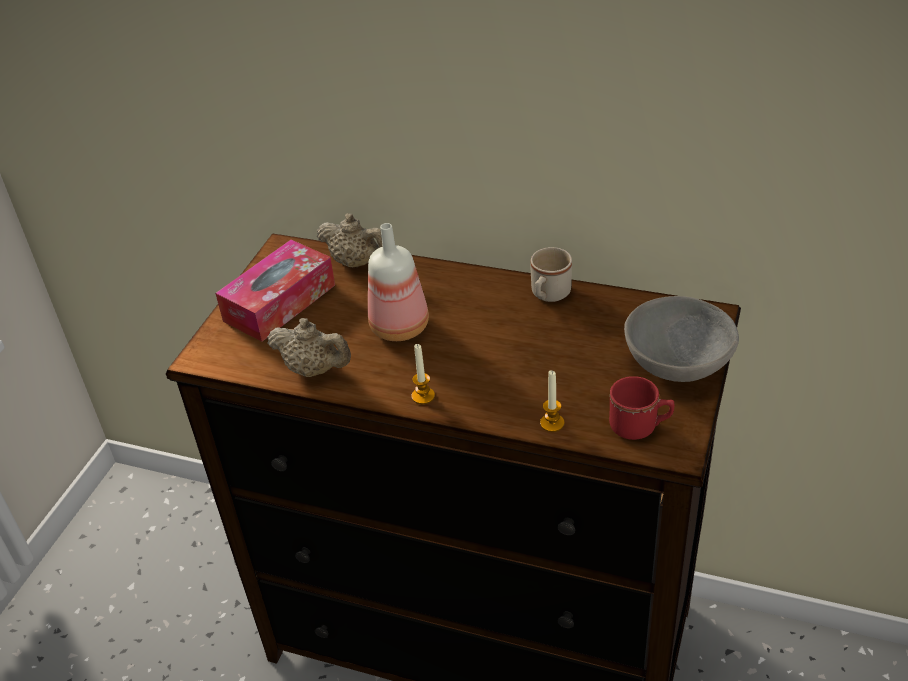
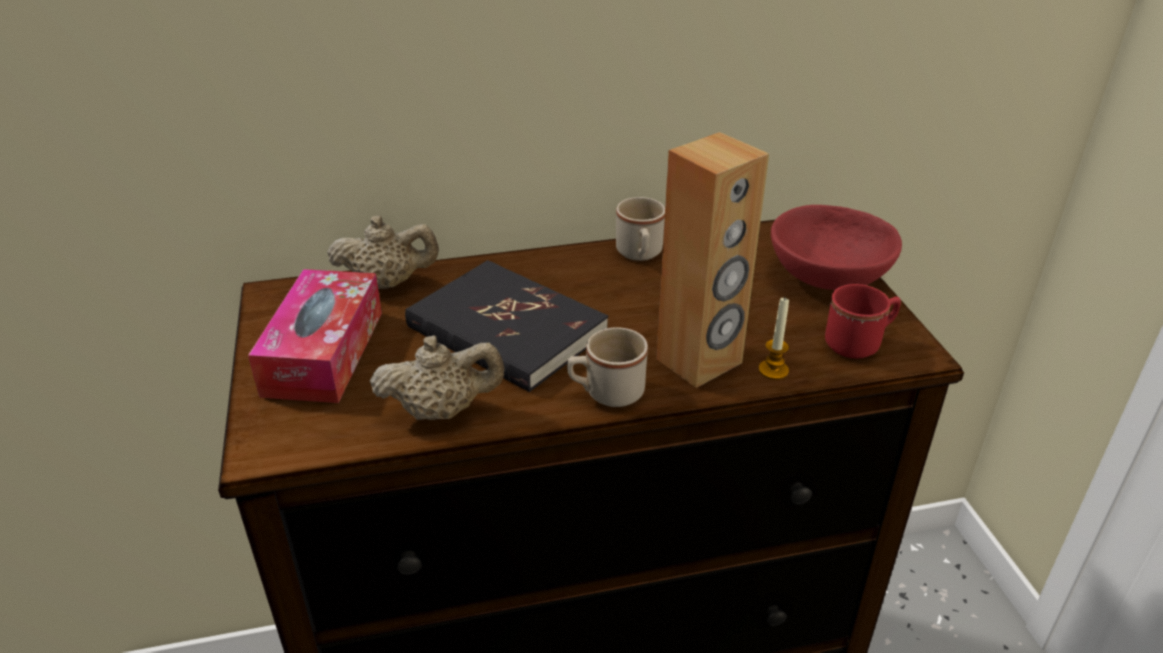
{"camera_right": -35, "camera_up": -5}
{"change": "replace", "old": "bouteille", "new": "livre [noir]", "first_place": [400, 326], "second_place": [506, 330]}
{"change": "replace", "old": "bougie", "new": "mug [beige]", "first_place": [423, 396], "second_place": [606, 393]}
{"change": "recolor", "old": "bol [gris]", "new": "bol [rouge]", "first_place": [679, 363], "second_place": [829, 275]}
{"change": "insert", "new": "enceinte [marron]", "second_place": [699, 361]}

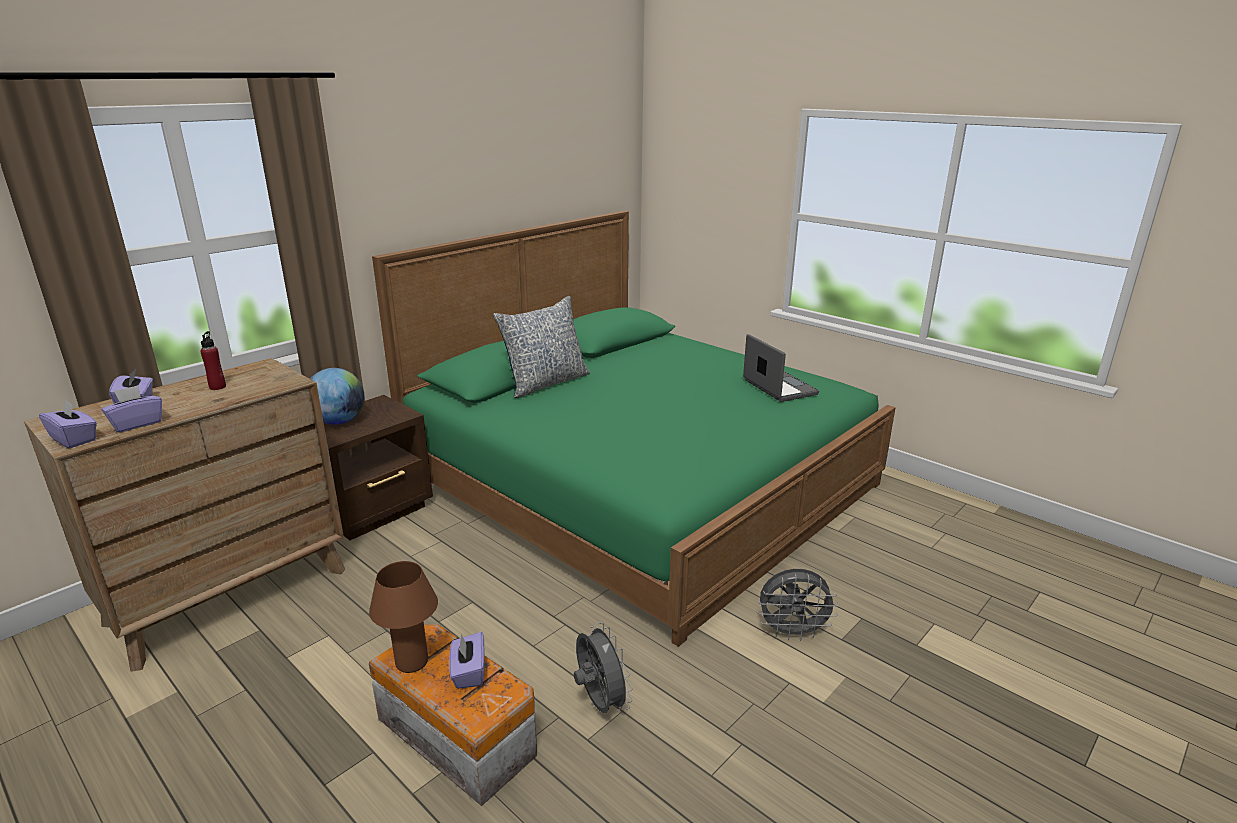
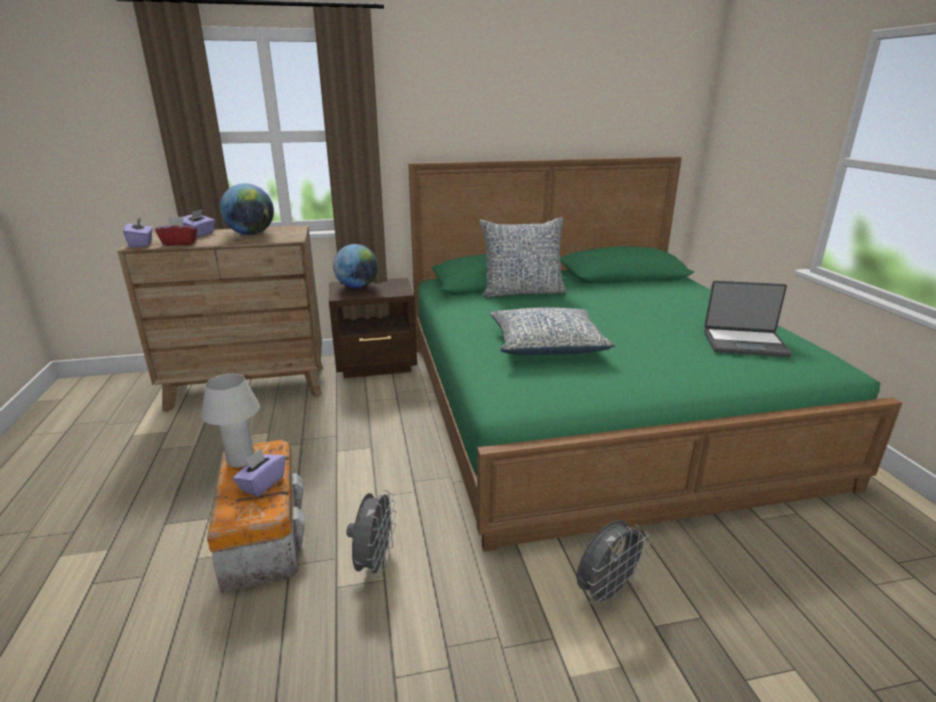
{"camera_right": 35, "camera_up": 0}
{"change": "recolor", "old": "boîte à mouchoirs [violet]", "new": "boîte à mouchoirs [rouge]", "first_place": [137, 424], "second_place": [180, 243]}
{"change": "replace", "old": "bouteille [rouge]", "new": "globe", "first_place": [217, 387], "second_place": [251, 234]}
{"change": "recolor", "old": "lampe de table [marron]", "new": "lampe de table [blanc]", "first_place": [412, 662], "second_place": [241, 460]}
{"change": "rotate", "old": "ordinateur portable", "first_place": [778, 387], "second_place": [744, 343], "degrees": 90}
{"change": "rotate", "old": "ventilateur [gris]", "first_place": [792, 632], "second_place": [605, 593], "degrees": -75}
{"change": "insert", "new": "coussin", "second_place": [547, 345]}

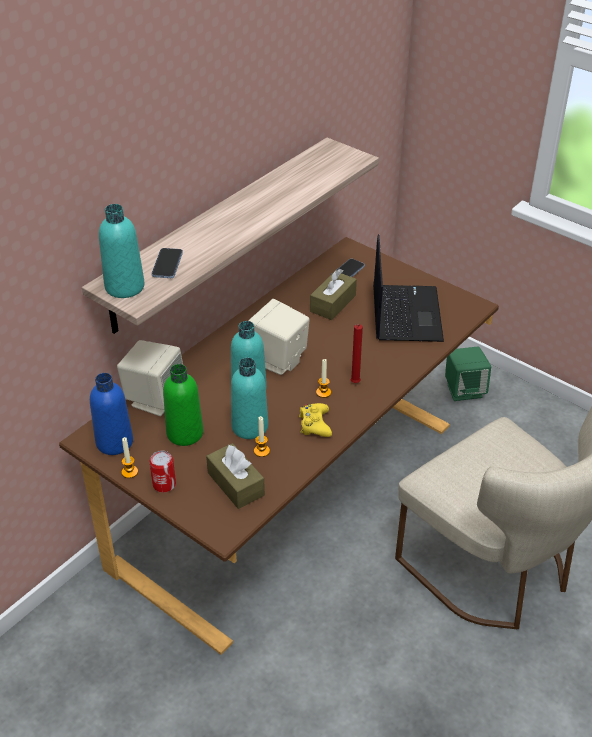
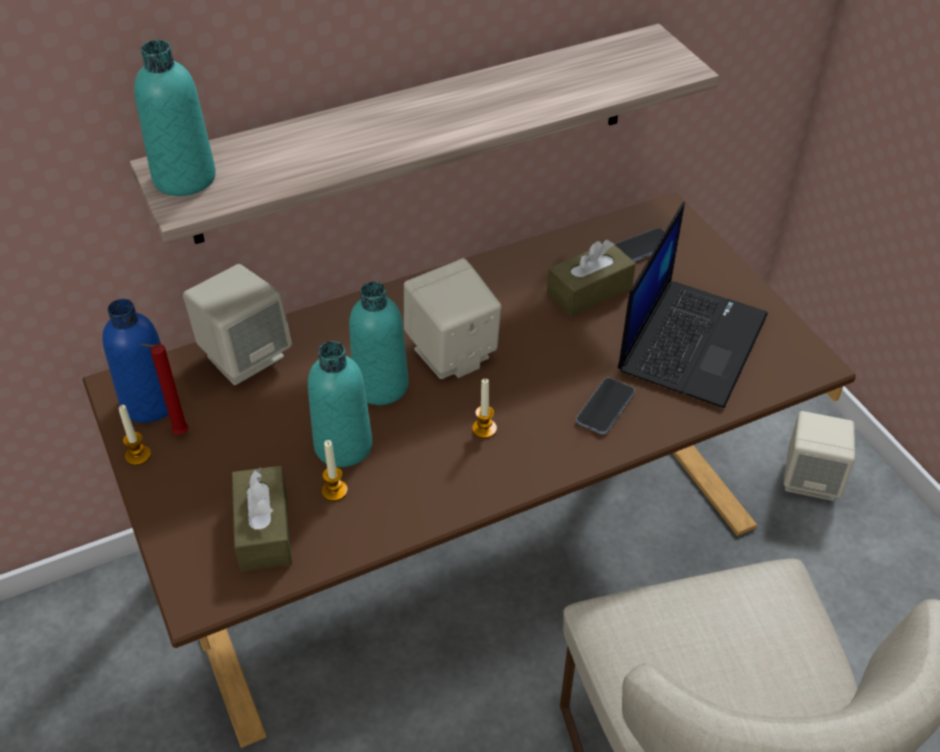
{"camera_right": 25, "camera_up": 5}
{"change": "delete", "old": "boîte métallique", "first_place": [164, 484]}
{"change": "move", "old": "téléphone", "first_place": [167, 264], "second_place": [605, 407]}
{"change": "delete", "old": "bouteille [vert]", "first_place": [185, 433]}
{"change": "delete", "old": "manette [jaune]", "first_place": [315, 424]}
{"change": "move", "old": "bougie [rouge]", "first_place": [354, 383], "second_place": [178, 434]}
{"change": "recolor", "old": "enceinte [vert]", "new": "enceinte [beige]", "first_place": [464, 390], "second_place": [811, 479]}

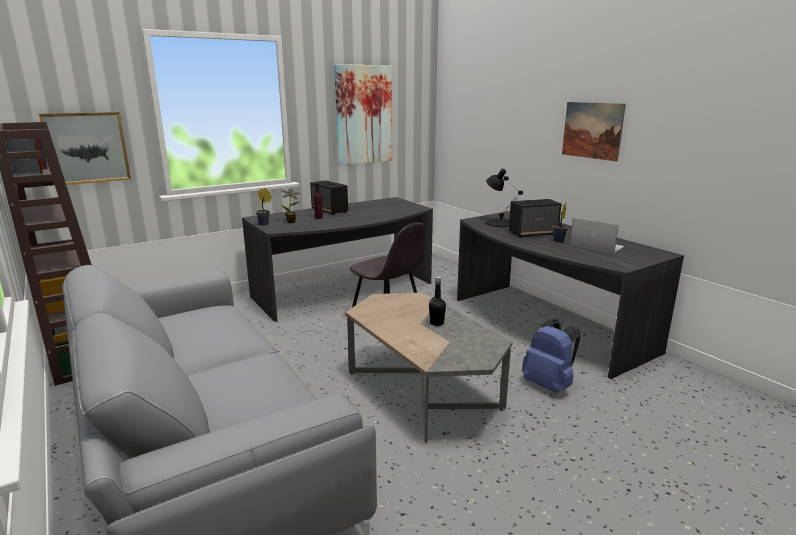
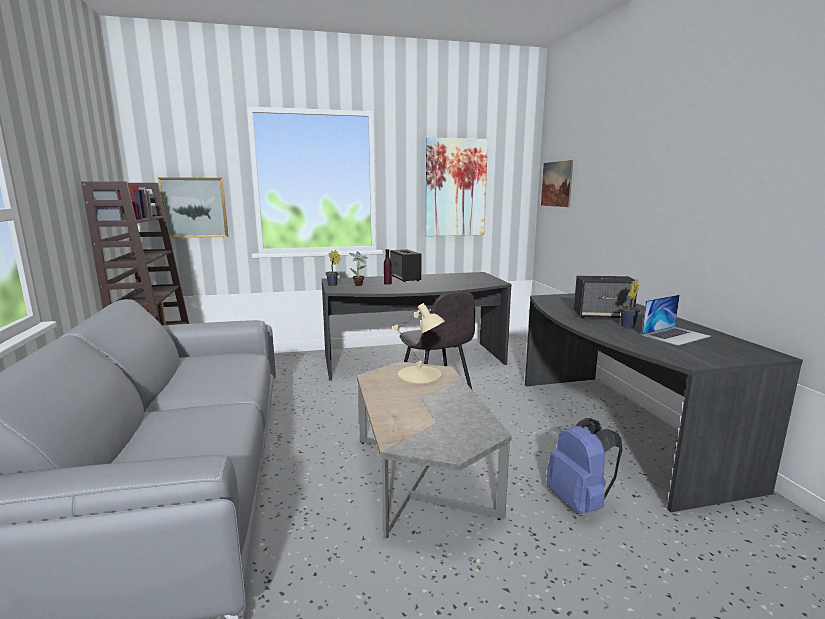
{"camera_right": 20, "camera_up": -5}
{"change": "delete", "old": "bouteille [noir]", "first_place": [436, 323]}
{"change": "delete", "old": "lampe de table [noir]", "first_place": [500, 223]}
{"change": "move", "old": "tableau", "first_place": [592, 130], "second_place": [556, 184]}
{"change": "rotate", "old": "ordinateur portable", "first_place": [596, 245], "second_place": [675, 335], "degrees": 90}
{"change": "insert", "new": "lampe de table [beige]", "second_place": [420, 375]}

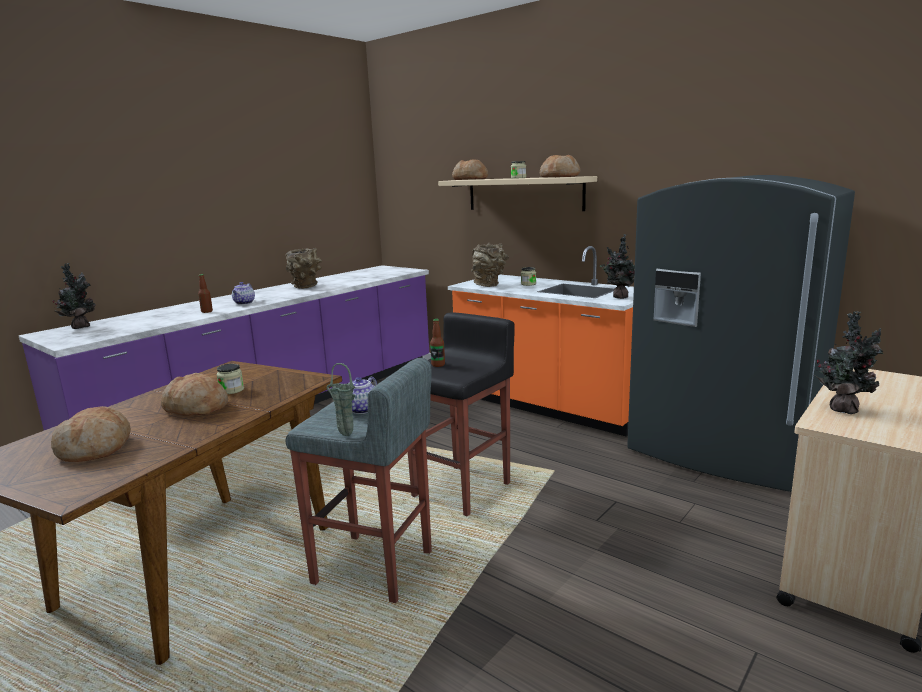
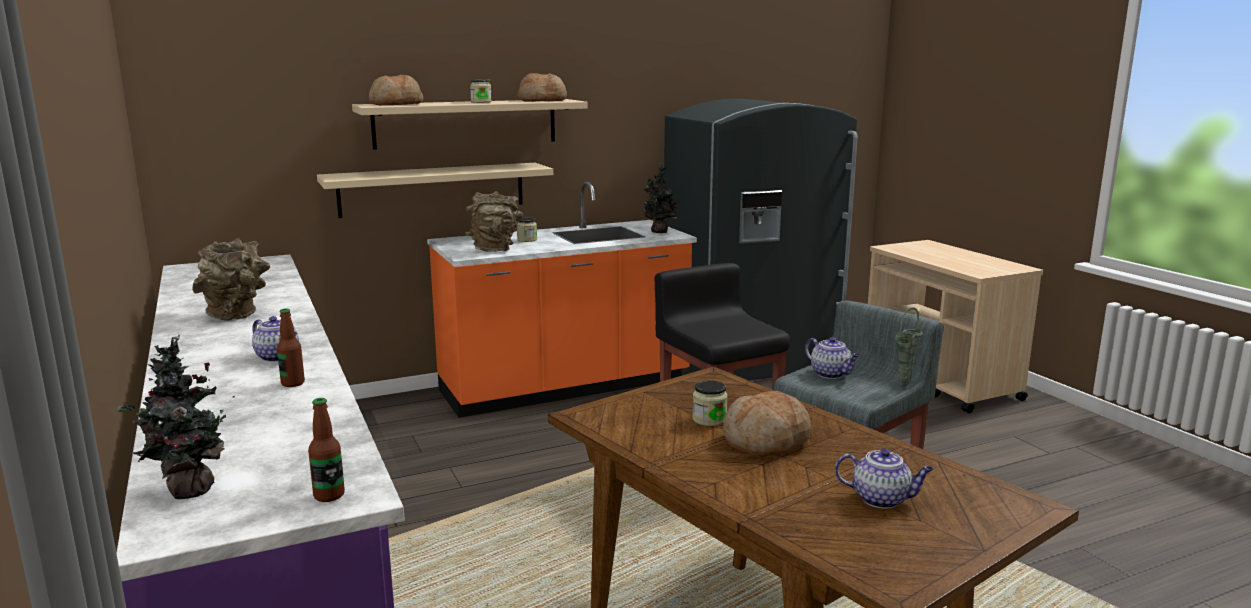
{"camera_right": -65, "camera_up": 0}
{"change": "replace", "old": "pain", "new": "théière", "first_place": [96, 448], "second_place": [882, 499]}
{"change": "move", "old": "bouteille", "first_place": [438, 365], "second_place": [329, 495]}
{"change": "delete", "old": "plante en pot", "first_place": [843, 409]}
{"change": "insert", "new": "étagère [beige]", "second_place": [432, 189]}

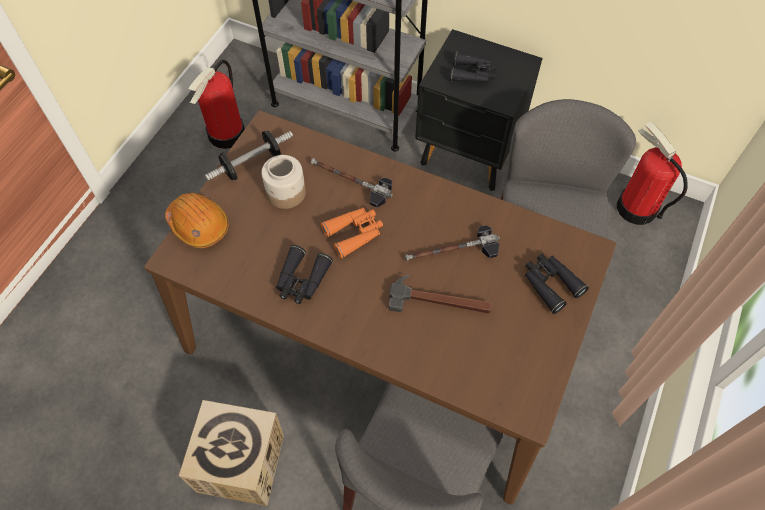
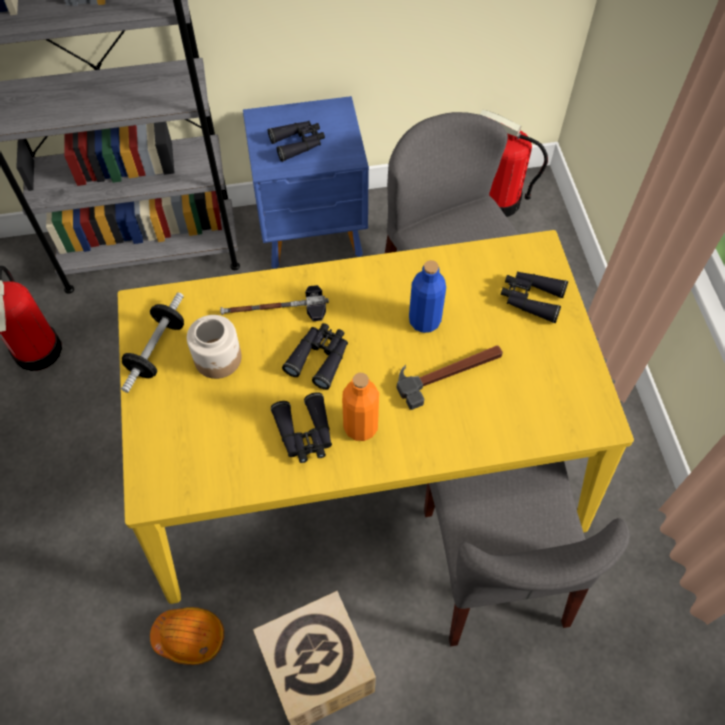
{"camera_right": -35, "camera_up": 0}
{"change": "recolor", "old": "table à manger [marron]", "new": "table à manger [jaune]", "first_place": [382, 337], "second_place": [362, 458]}
{"change": "move", "old": "casque de chantier [orange]", "first_place": [199, 225], "second_place": [189, 637]}
{"change": "recolor", "old": "jumelles [orange]", "new": "jumelles [noir]", "first_place": [354, 233], "second_place": [320, 358]}
{"change": "replace", "old": "marteau", "new": "bouteille [bleu]", "first_place": [452, 252], "second_place": [424, 321]}
{"change": "recolor", "old": "table de chevet [noir]", "new": "table de chevet [bleu]", "first_place": [469, 154], "second_place": [313, 233]}
{"change": "insert", "new": "bouteille [orange]", "second_place": [360, 427]}

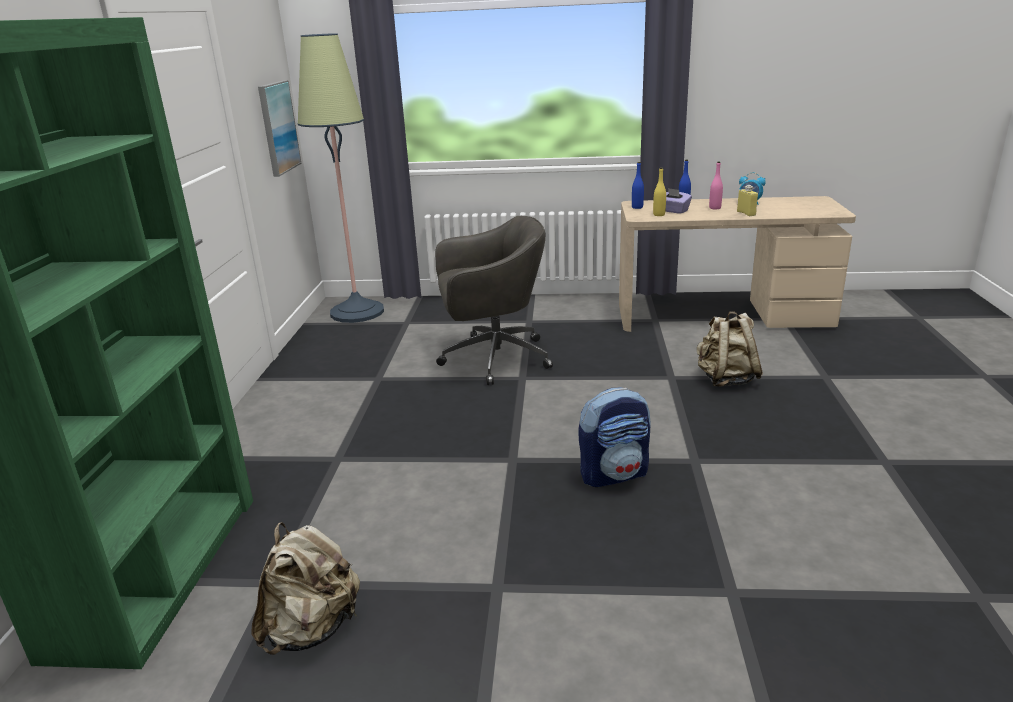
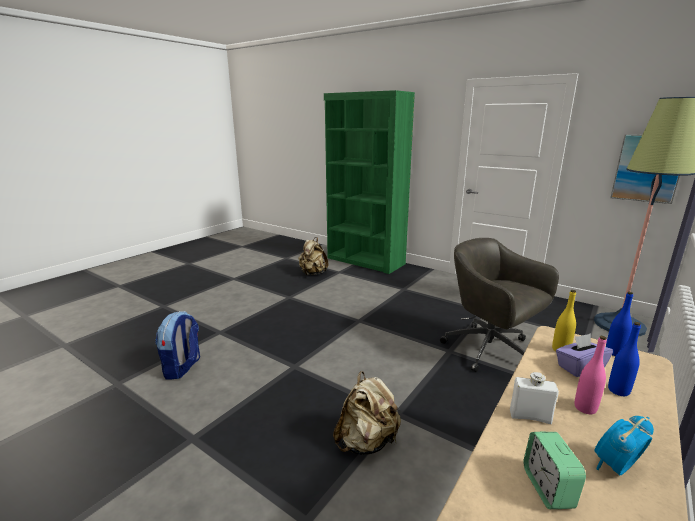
{"camera_right": 120, "camera_up": -5}
{"change": "rotate", "old": "chaise de bureau [gris]", "first_place": [492, 359], "second_place": [491, 350], "degrees": 120}
{"change": "move", "old": "sac à dos", "first_place": [614, 474], "second_place": [183, 368]}
{"change": "recolor", "old": "bouteille [jaune]", "new": "bouteille [blanc]", "first_place": [746, 213], "second_place": [530, 416]}
{"change": "insert", "new": "réveil", "second_place": [547, 488]}

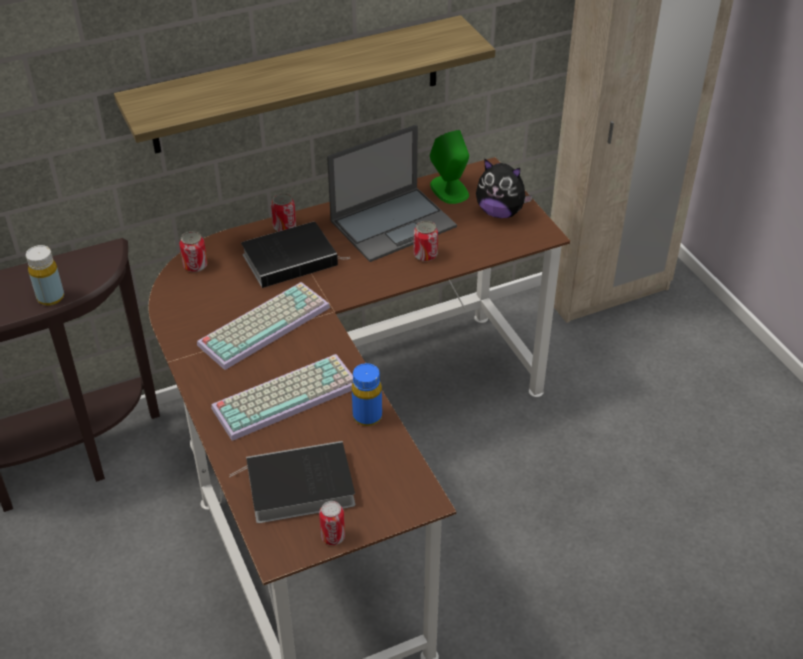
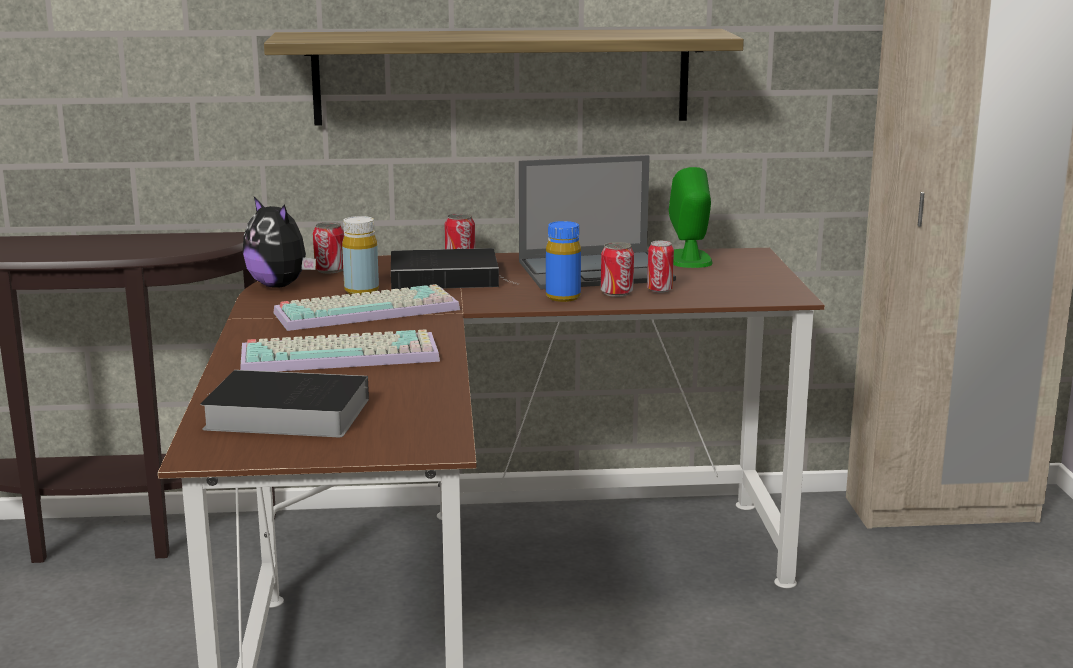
{"camera_right": 20, "camera_up": -25}
{"change": "move", "old": "bouteille [jaune]", "first_place": [50, 297], "second_place": [361, 291]}
{"change": "move", "old": "boîte métallique", "first_place": [333, 537], "second_place": [659, 290]}
{"change": "move", "old": "bouteille [bleu]", "first_place": [367, 416], "second_place": [563, 297]}
{"change": "move", "old": "peluche", "first_place": [500, 212], "second_place": [280, 285]}

